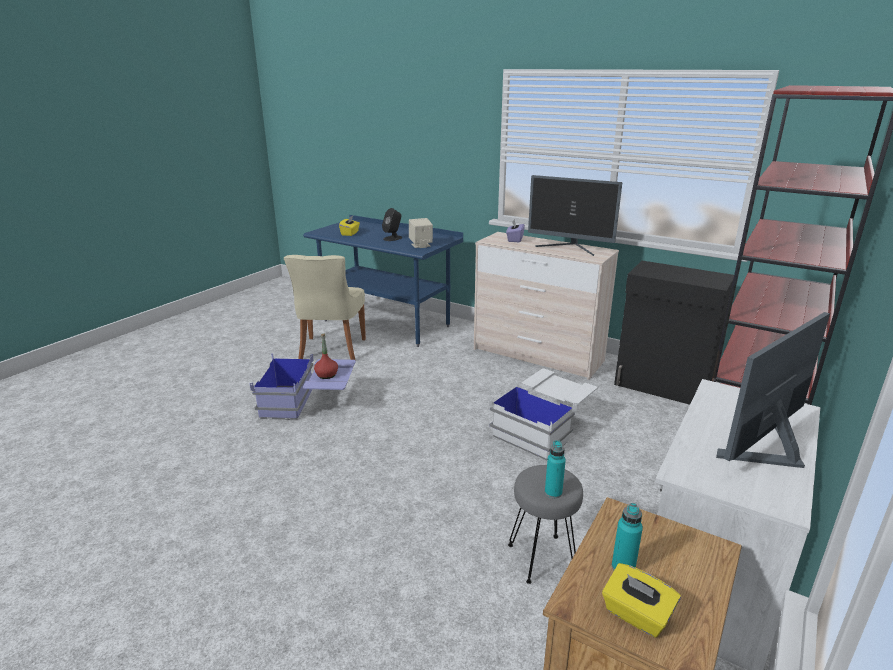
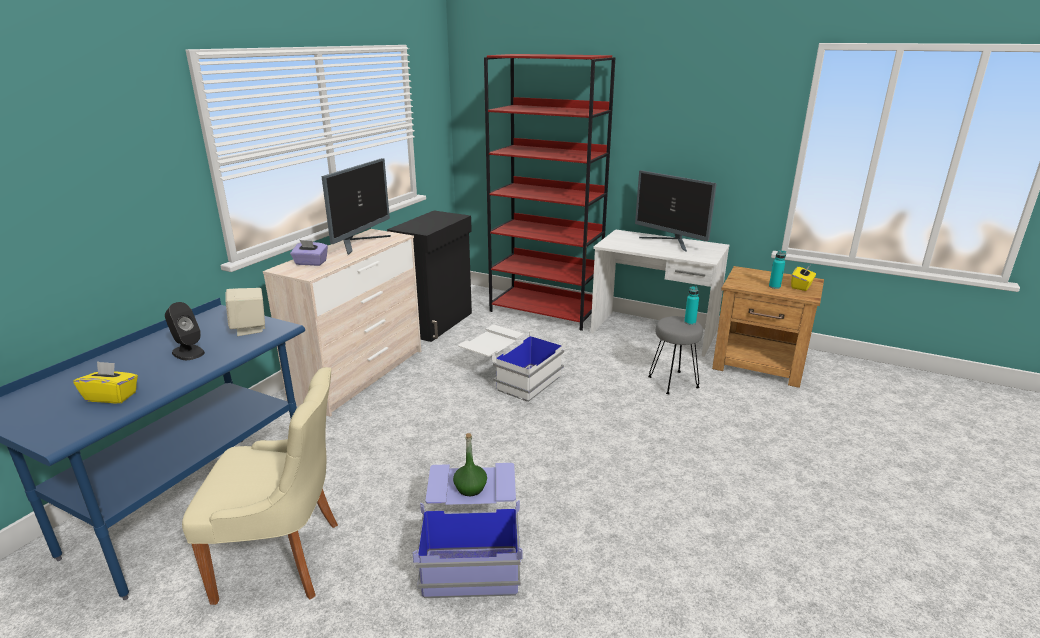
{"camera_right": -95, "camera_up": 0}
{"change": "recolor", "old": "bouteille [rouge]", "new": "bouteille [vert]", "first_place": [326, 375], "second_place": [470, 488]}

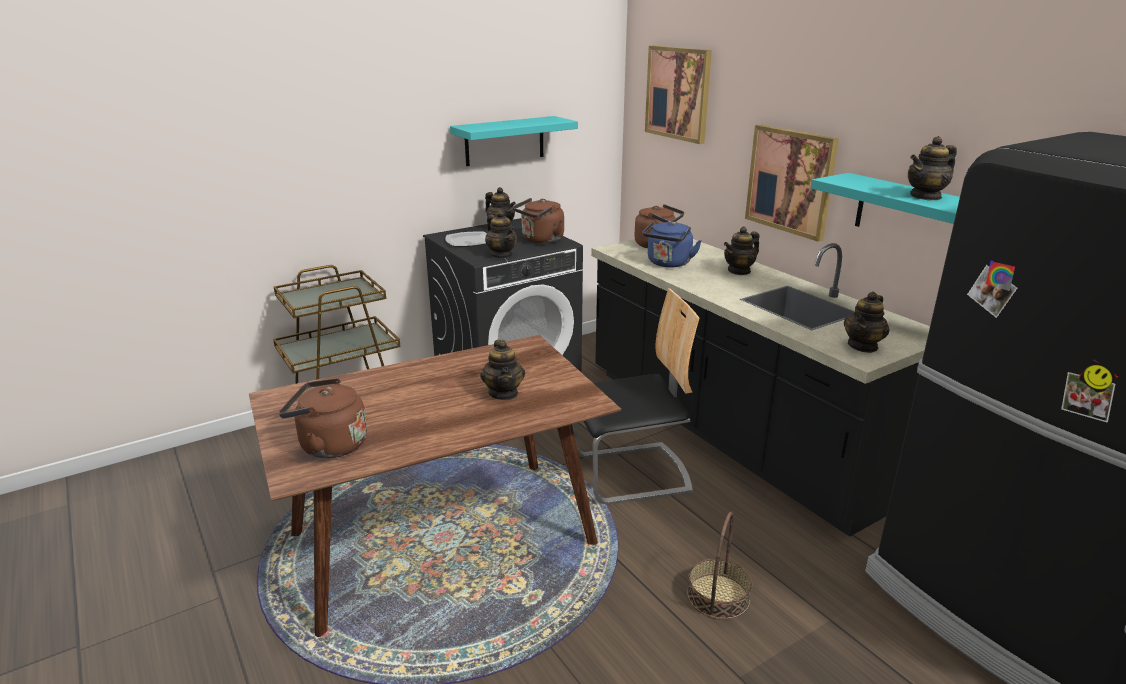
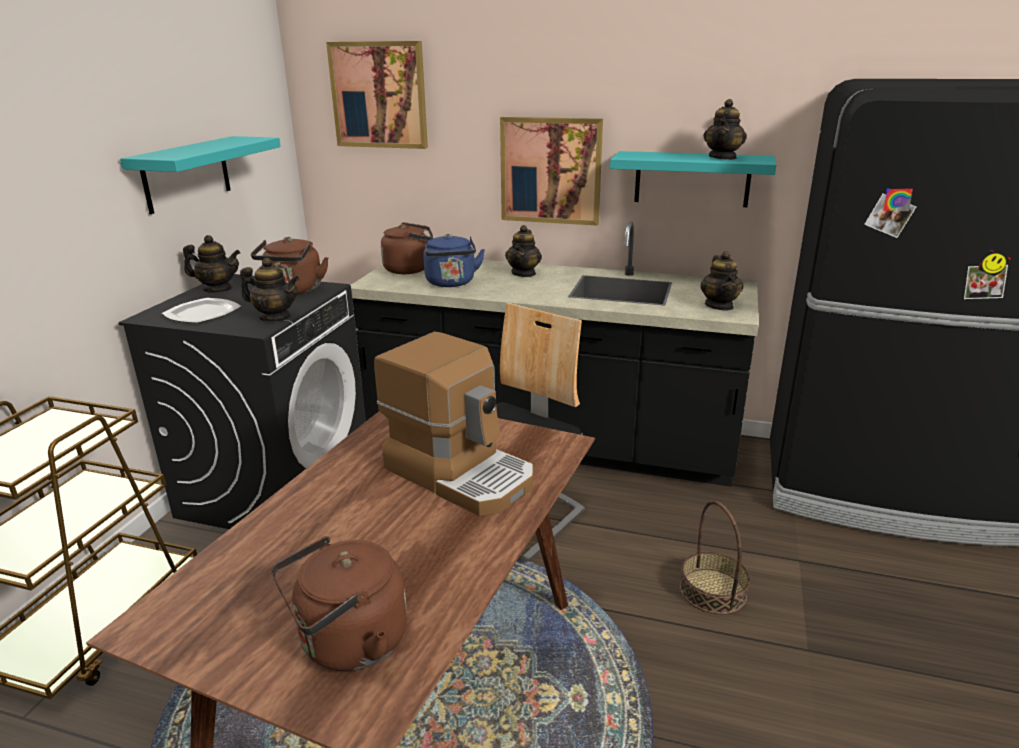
{"camera_right": -40, "camera_up": 0}
{"change": "replace", "old": "théière", "new": "machine à café", "first_place": [504, 393], "second_place": [461, 473]}

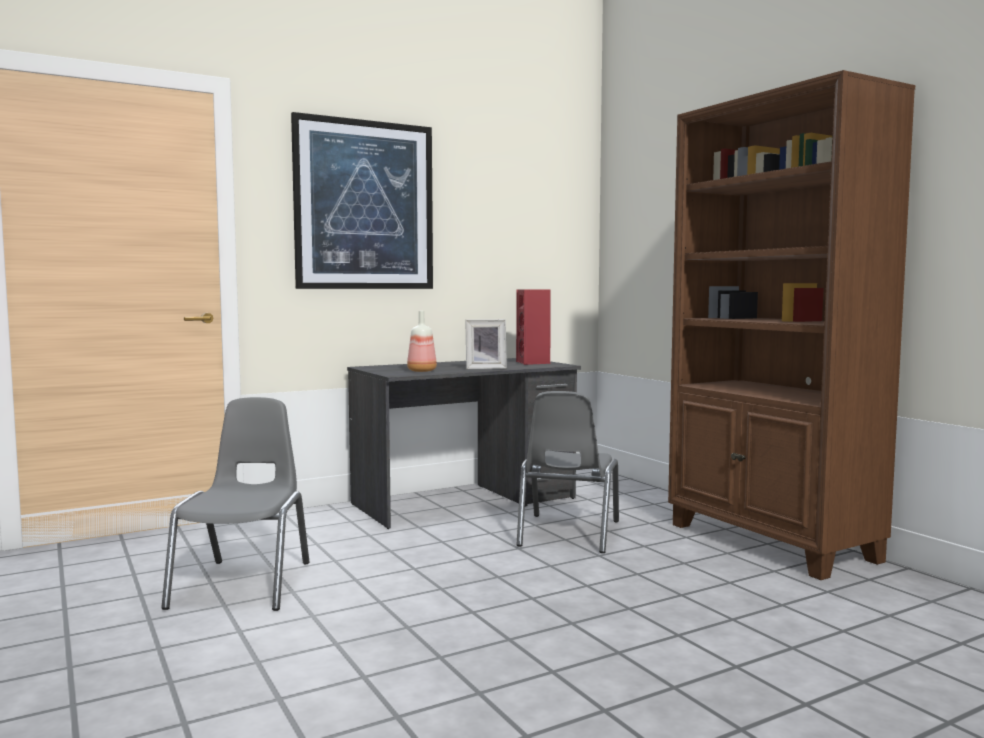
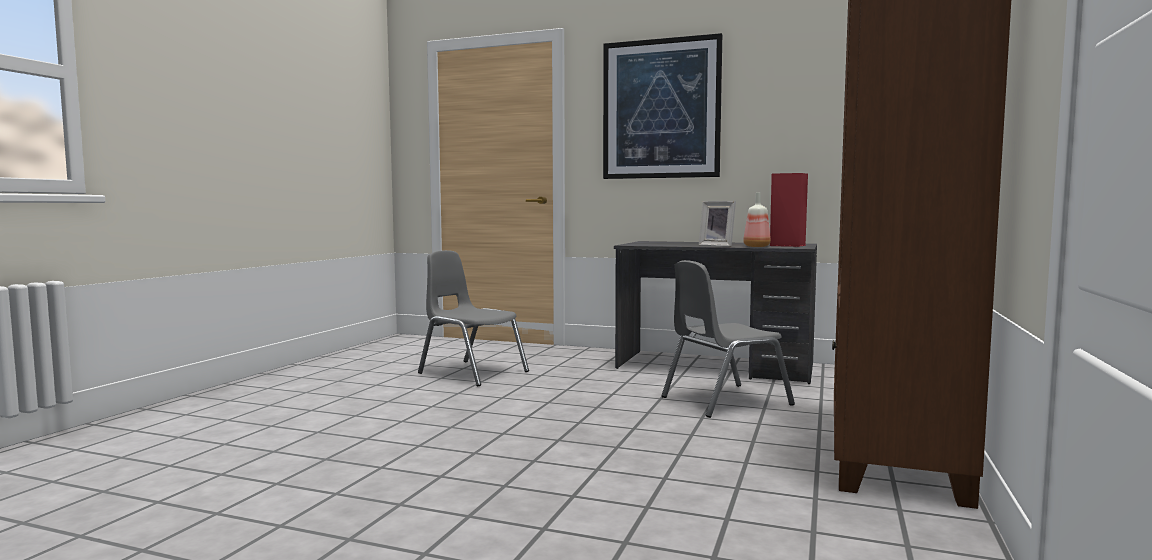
{"camera_right": 50, "camera_up": 0}
{"change": "rotate", "old": "chaise [gris]", "first_place": [244, 584], "second_place": [472, 372], "degrees": -105}
{"change": "move", "old": "bouteille", "first_place": [422, 371], "second_place": [757, 246]}

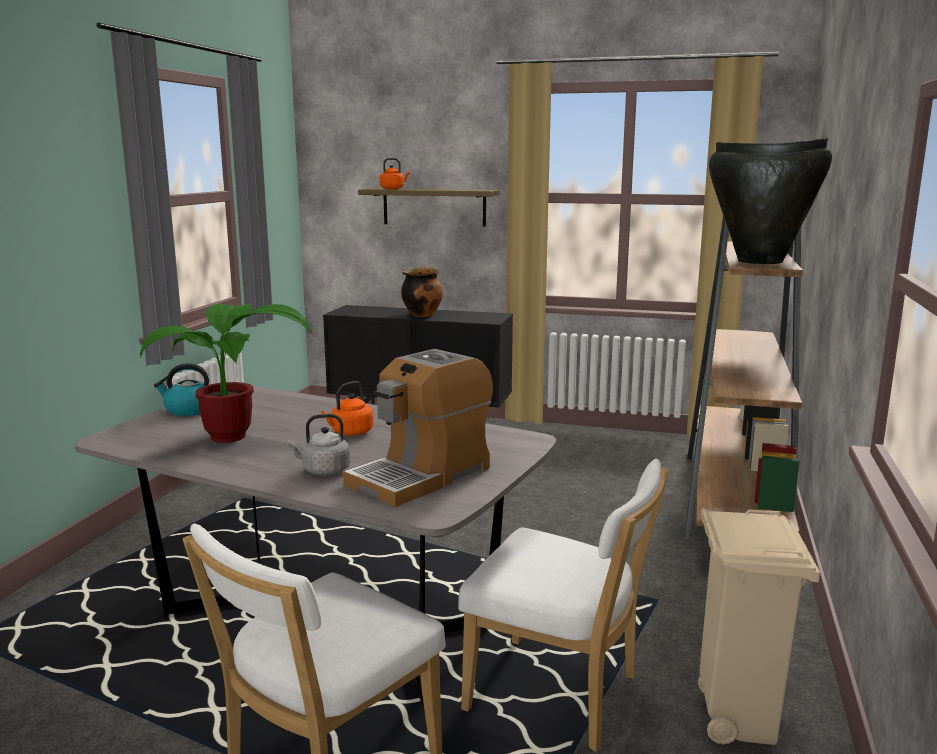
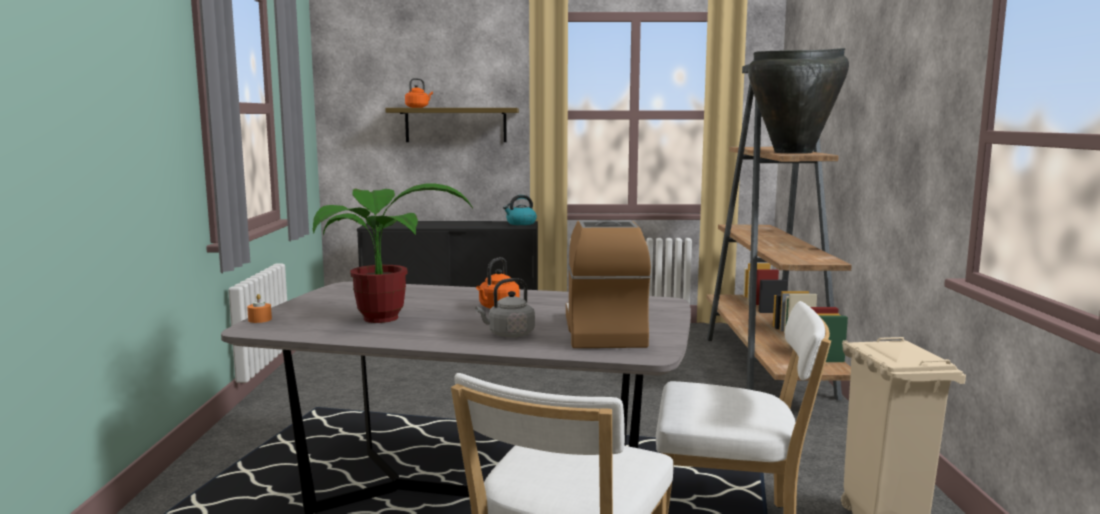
{"camera_right": -15, "camera_up": -5}
{"change": "move", "old": "bouilloire", "first_place": [189, 410], "second_place": [520, 223]}
{"change": "rotate", "old": "machine à café", "first_place": [421, 475], "second_place": [604, 331], "degrees": 150}
{"change": "delete", "old": "marmite", "first_place": [422, 314]}
{"change": "insert", "new": "bougie [orange]", "second_place": [260, 319]}

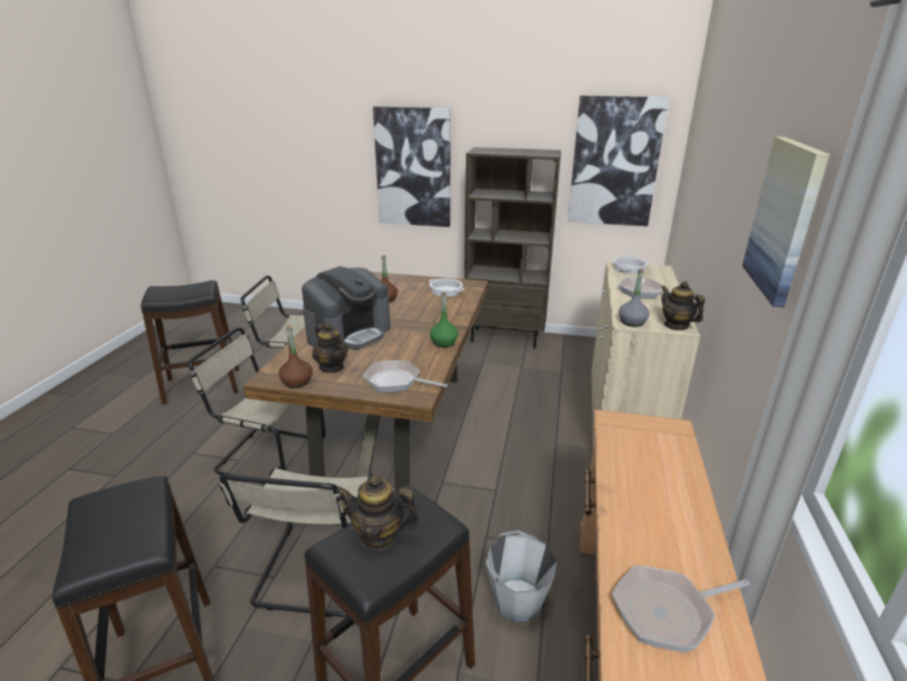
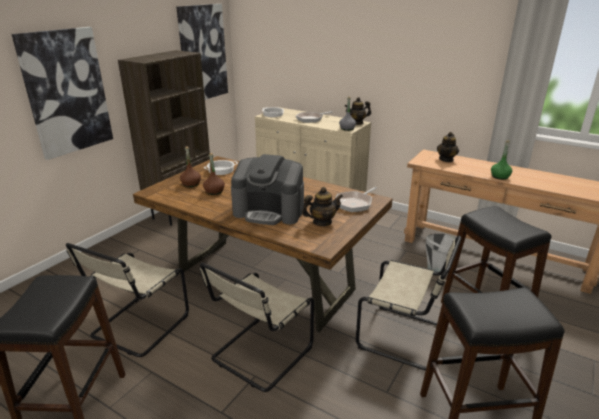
{"camera_right": -70, "camera_up": 0}
{"change": "move", "old": "bouteille [marron]", "first_place": [297, 382], "second_place": [191, 184]}
{"change": "rotate", "old": "machine à café", "first_place": [349, 334], "second_place": [269, 211], "degrees": 135}
{"change": "move", "old": "théière", "first_place": [379, 535], "second_place": [446, 159]}
{"change": "move", "old": "bouteille [vert]", "first_place": [444, 342], "second_place": [499, 177]}
{"change": "delete", "old": "poêle", "first_place": [667, 612]}
{"change": "delete", "old": "tableau", "first_place": [784, 219]}

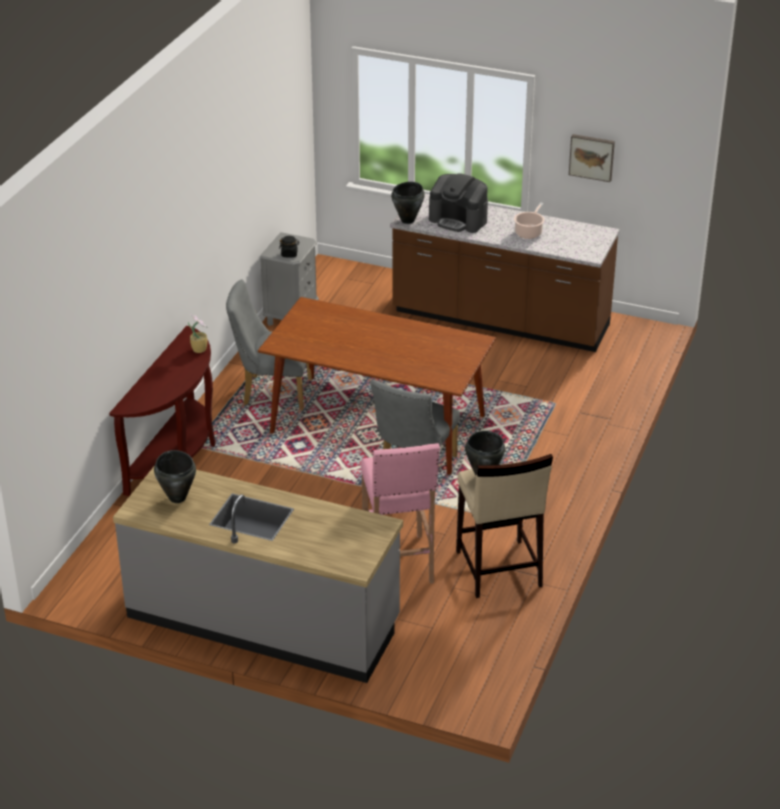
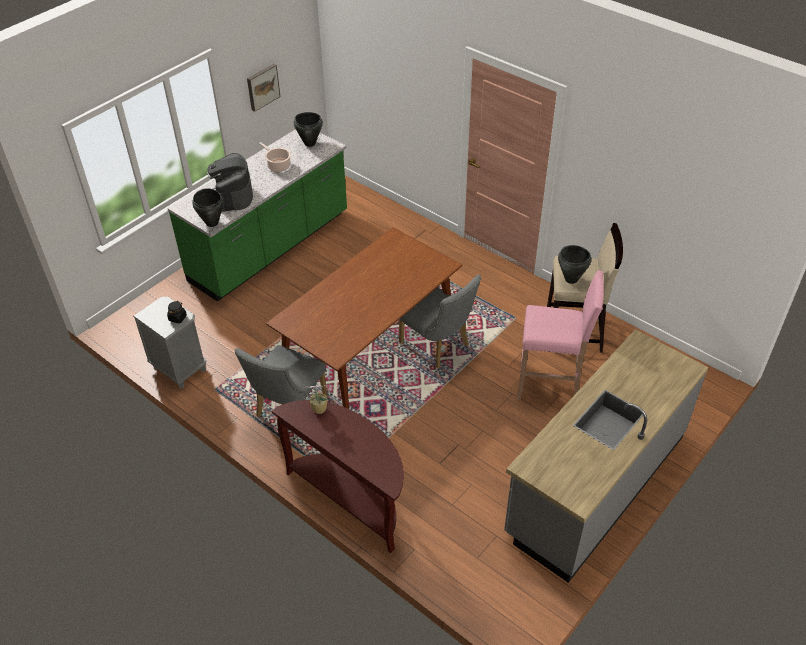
{"camera_right": -70, "camera_up": 10}
{"change": "move", "old": "marmite [noir]", "first_place": [177, 497], "second_place": [309, 143]}
{"change": "recolor", "old": "comptoir de cuisine [marron]", "new": "comptoir de cuisine [vert]", "first_place": [500, 321], "second_place": [271, 248]}
{"change": "rotate", "old": "machine à café", "first_place": [458, 220], "second_place": [232, 195], "degrees": 120}

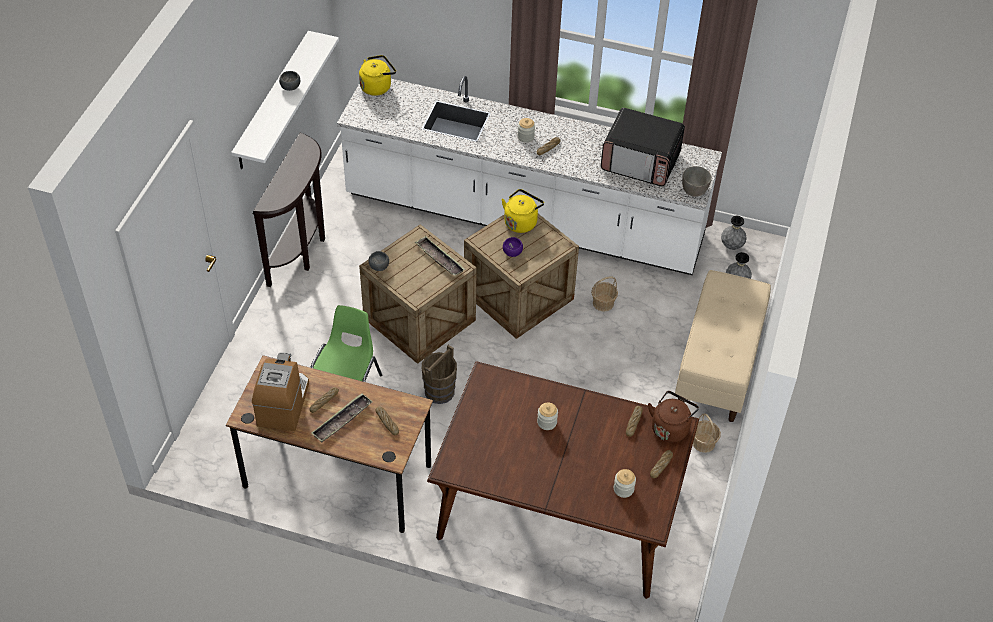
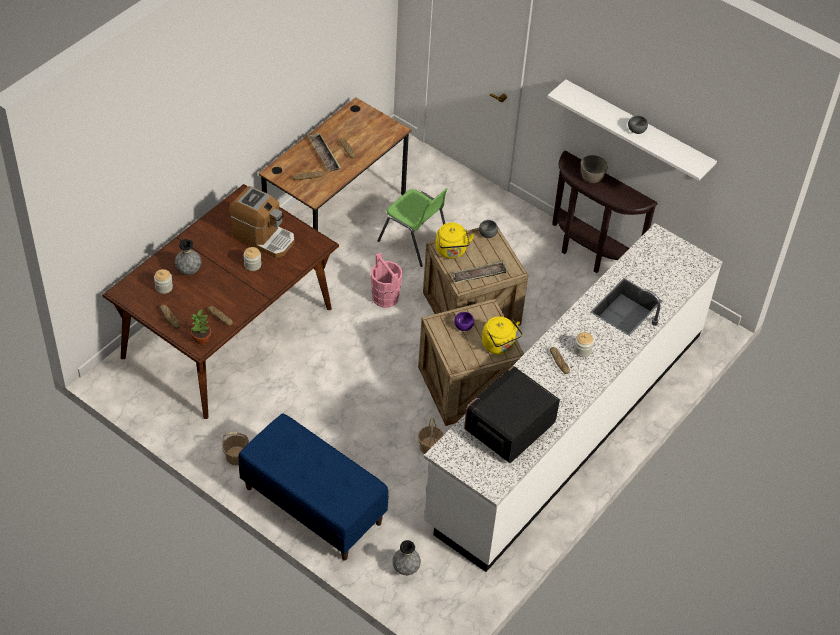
{"camera_right": 110, "camera_up": 0}
{"change": "move", "old": "machine à café", "first_place": [283, 404], "second_place": [263, 237]}
{"change": "move", "old": "bouilloire [jaune]", "first_place": [377, 86], "second_place": [451, 251]}
{"change": "recolor", "old": "seau [marron]", "new": "seau [rose]", "first_place": [439, 392], "second_place": [385, 297]}
{"change": "replace", "old": "bouilloire [marron]", "new": "plante en pot", "first_place": [670, 427], "second_place": [201, 339]}
{"change": "recolor", "old": "banc [beige]", "new": "banc [bleu]", "first_place": [718, 366], "second_place": [312, 505]}
{"change": "move", "old": "bol [gris]", "first_place": [695, 190], "second_place": [591, 178]}
{"change": "move", "old": "vase [gris]", "first_place": [732, 246], "second_place": [189, 271]}

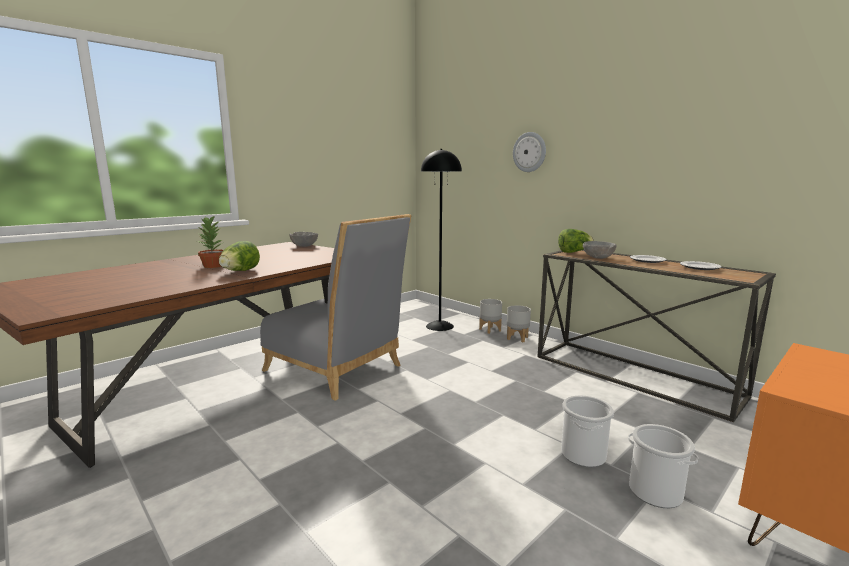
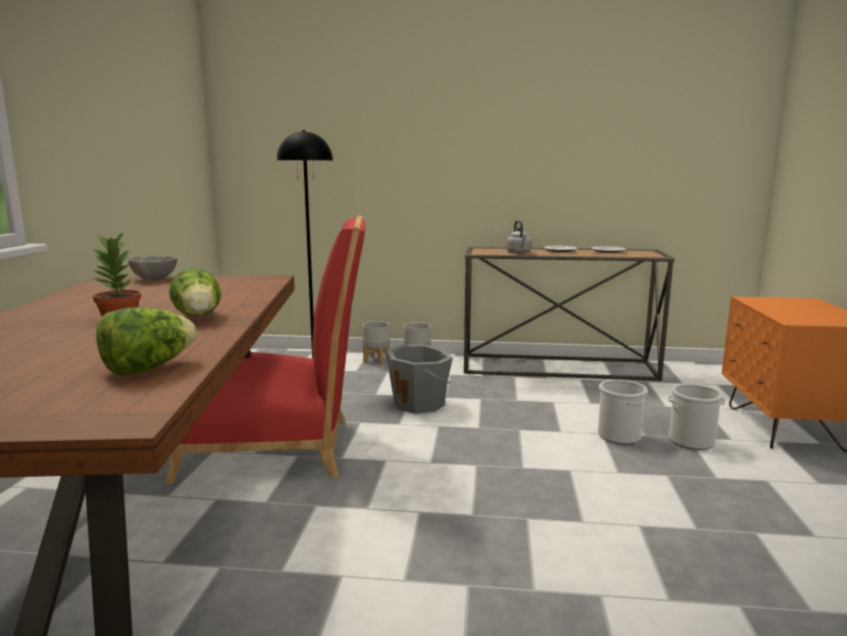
{"camera_right": -40, "camera_up": 0}
{"change": "recolor", "old": "chaise [gris]", "new": "chaise [rouge]", "first_place": [338, 370], "second_place": [279, 448]}
{"change": "delete", "old": "horloge murale", "first_place": [529, 152]}
{"change": "move", "old": "laitue", "first_place": [574, 252], "second_place": [148, 368]}
{"change": "replace", "old": "bol [gris]", "new": "bouilloire [gris]", "first_place": [598, 258], "second_place": [519, 253]}
{"change": "insert", "new": "seau [gris]", "second_place": [420, 403]}

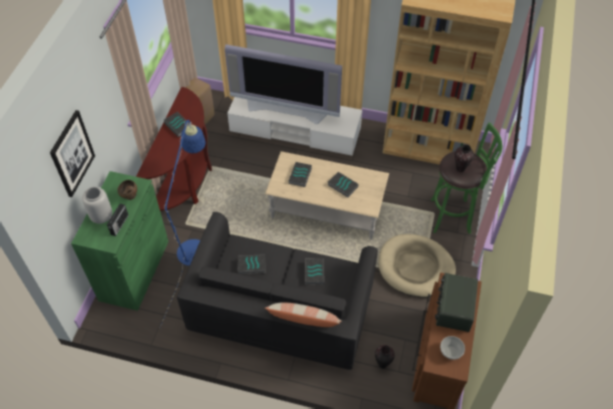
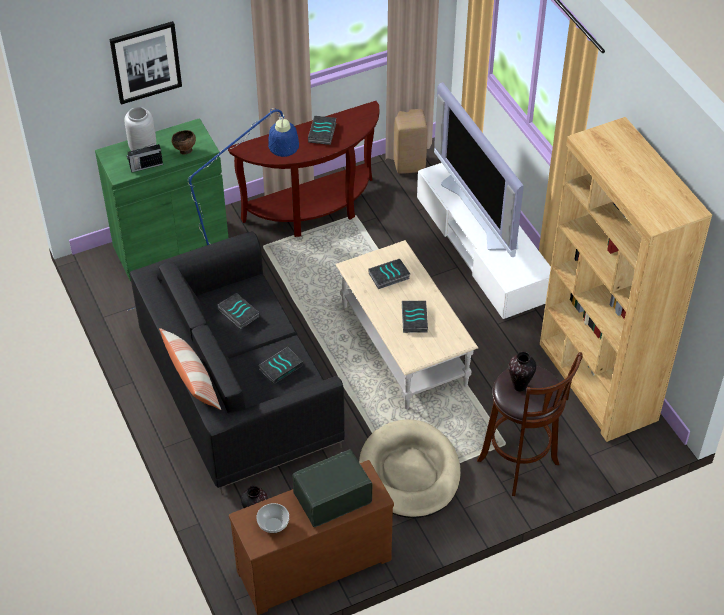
{"camera_right": 50, "camera_up": -5}
{"change": "recolor", "old": "tabouret [vert]", "new": "tabouret [marron]", "first_place": [453, 216], "second_place": [521, 465]}

